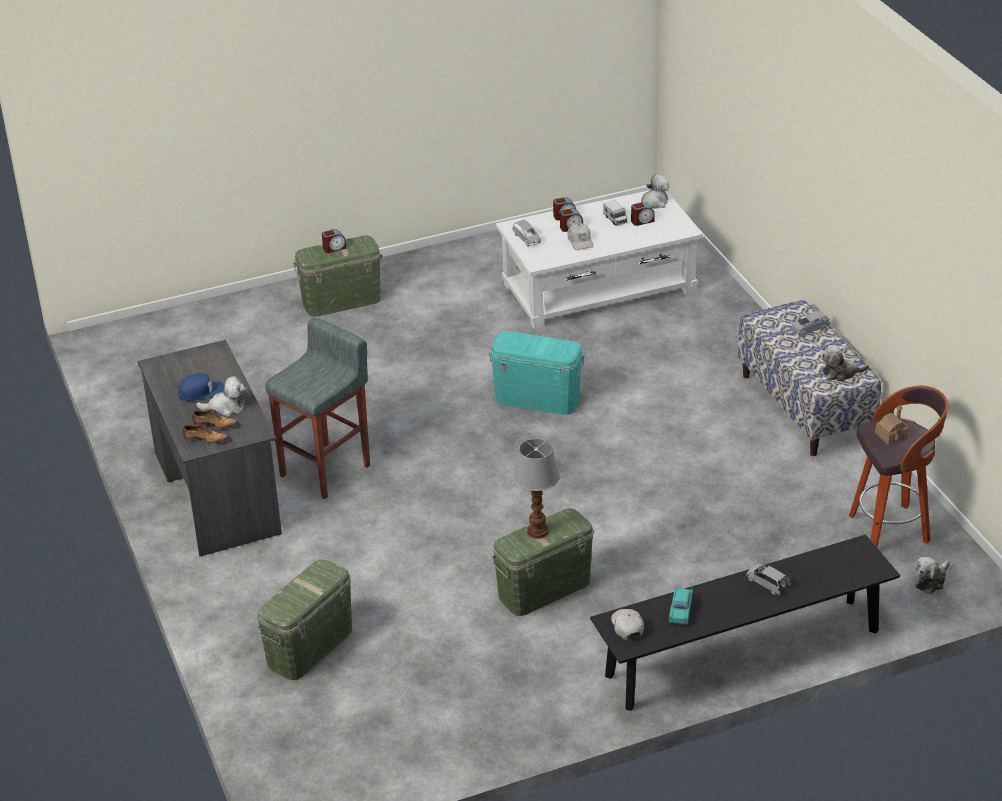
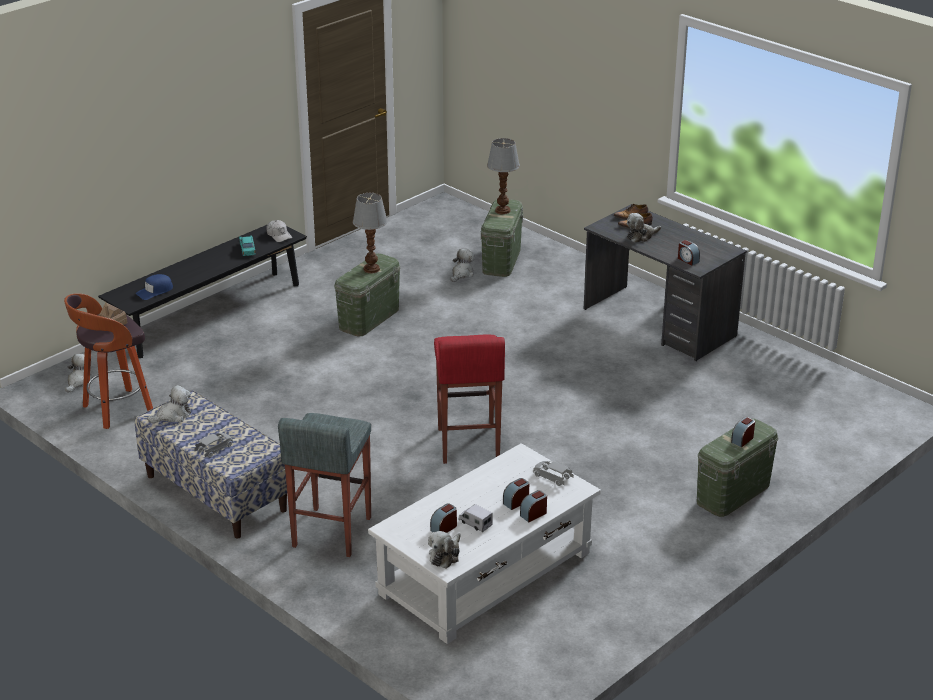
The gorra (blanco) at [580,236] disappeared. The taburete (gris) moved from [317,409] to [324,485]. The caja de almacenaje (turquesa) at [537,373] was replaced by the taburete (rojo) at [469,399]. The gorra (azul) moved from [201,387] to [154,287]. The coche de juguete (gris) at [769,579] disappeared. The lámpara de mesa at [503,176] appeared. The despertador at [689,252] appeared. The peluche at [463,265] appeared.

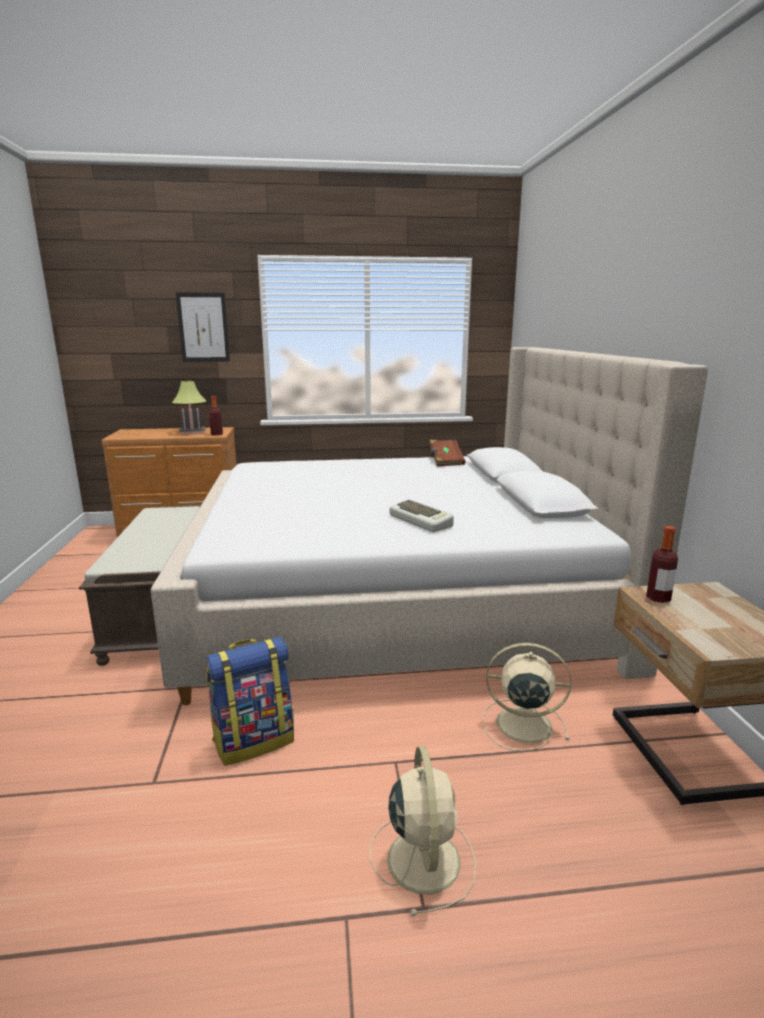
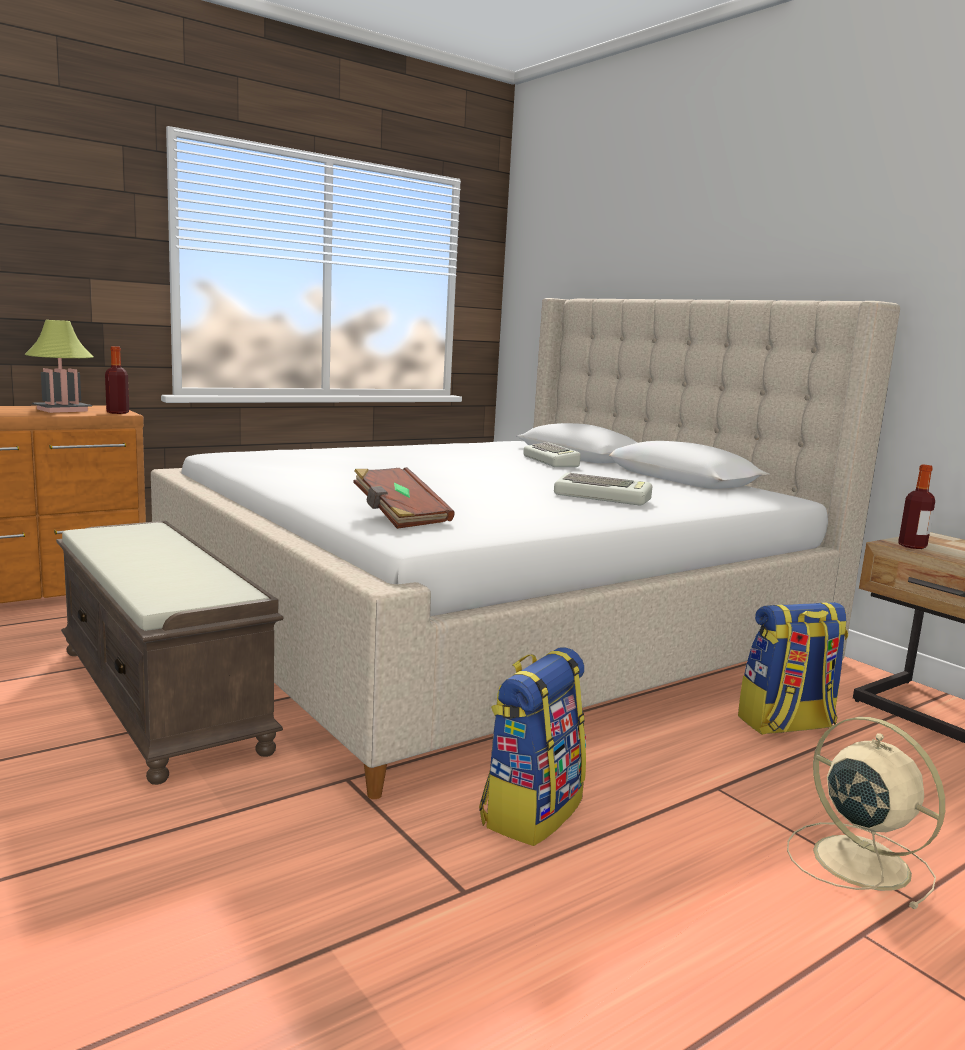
The cuadro at [203,327] disappeared. The libro (marrón) moved from [447,453] to [404,498]. The ventilador (beis) at [527,697] was replaced by the mochila at [793,668]. The teclado at [552,454] appeared.

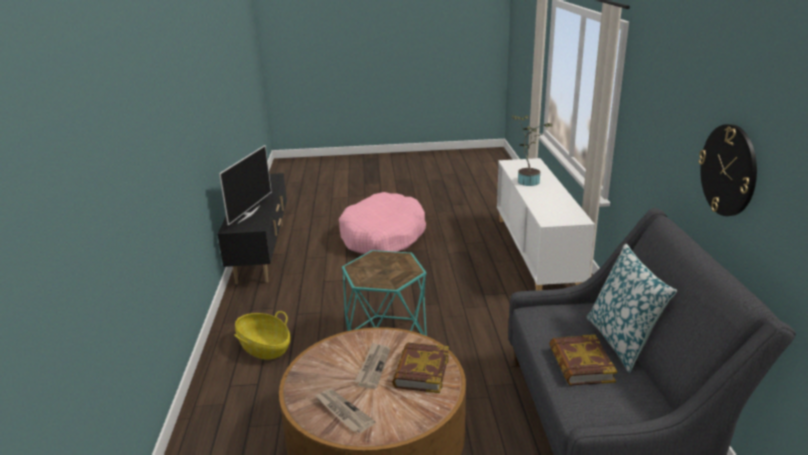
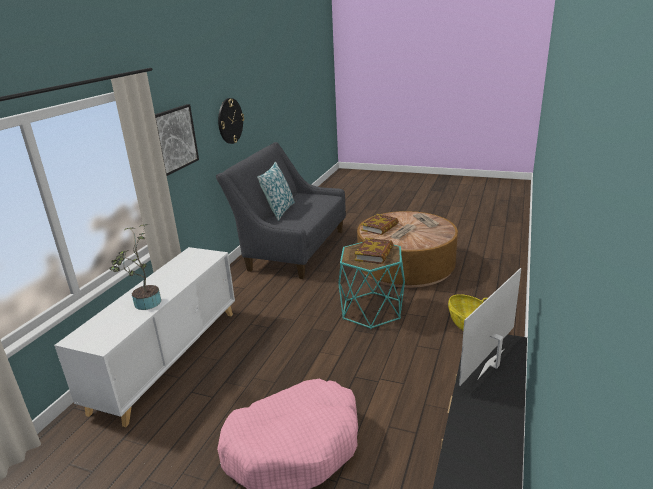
The libro moved from [583,360] to [374,251]. The cuadro at [177,140] appeared.

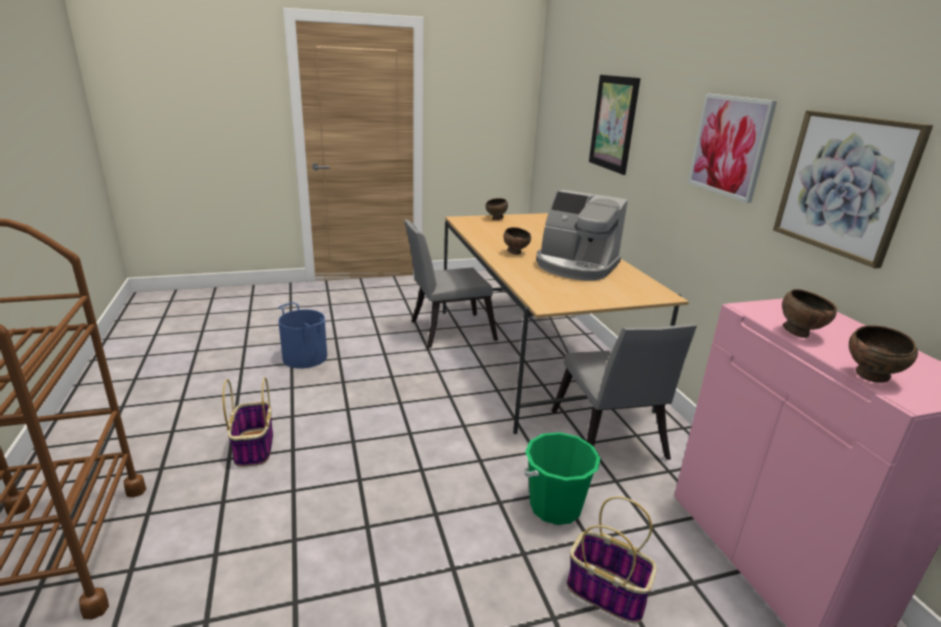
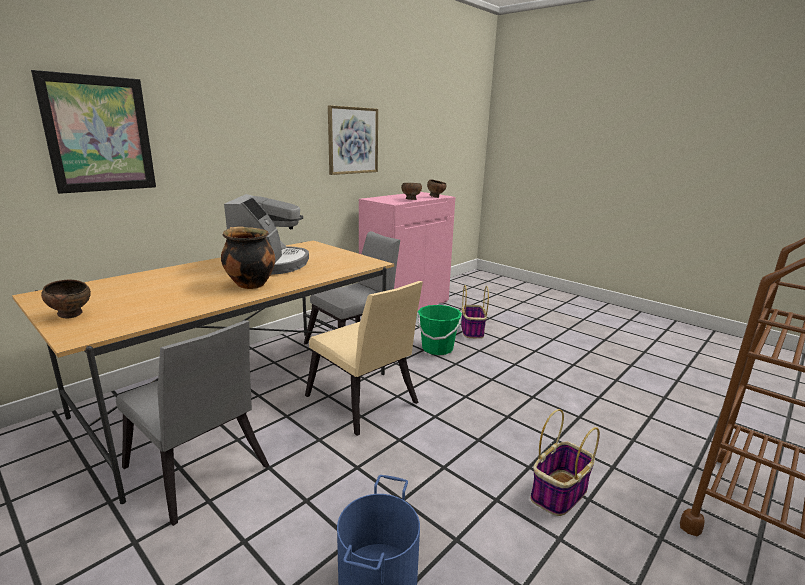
The cuadro at [732,148] disappeared. The cuenco (marrón) at [517,241] was replaced by the olla at [248,257]. The silla (beis) at [364,358] appeared.

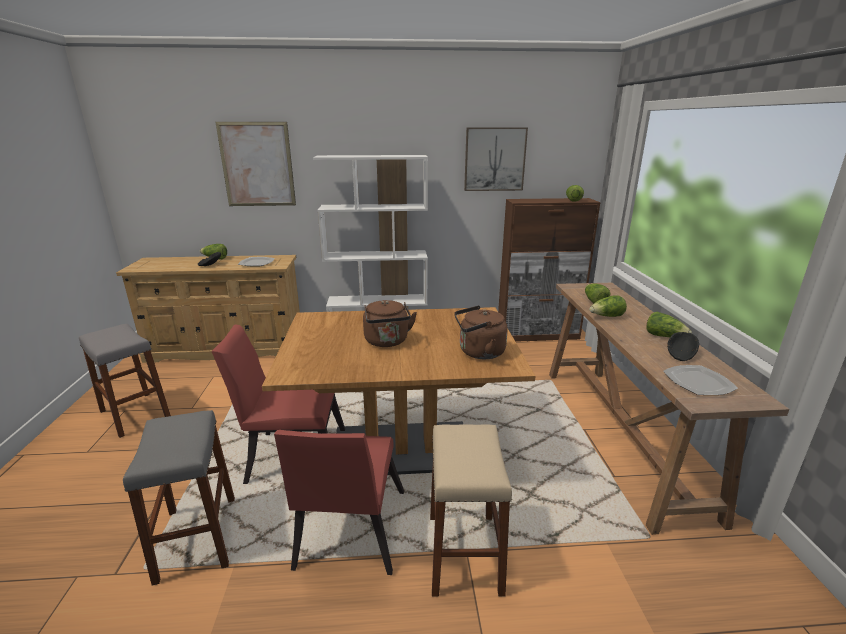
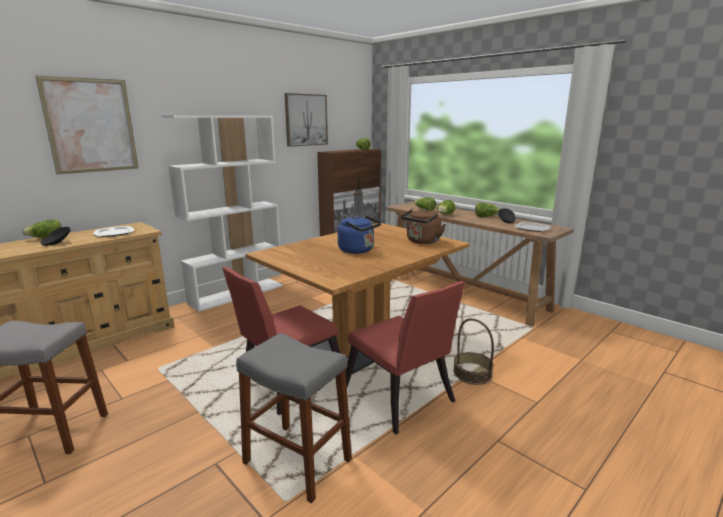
The hervidor (marrón) at [390,323] became the hervidor (azul) at [359,234]. The taburete (beis) at [471,510] was replaced by the cesta at [473,351].

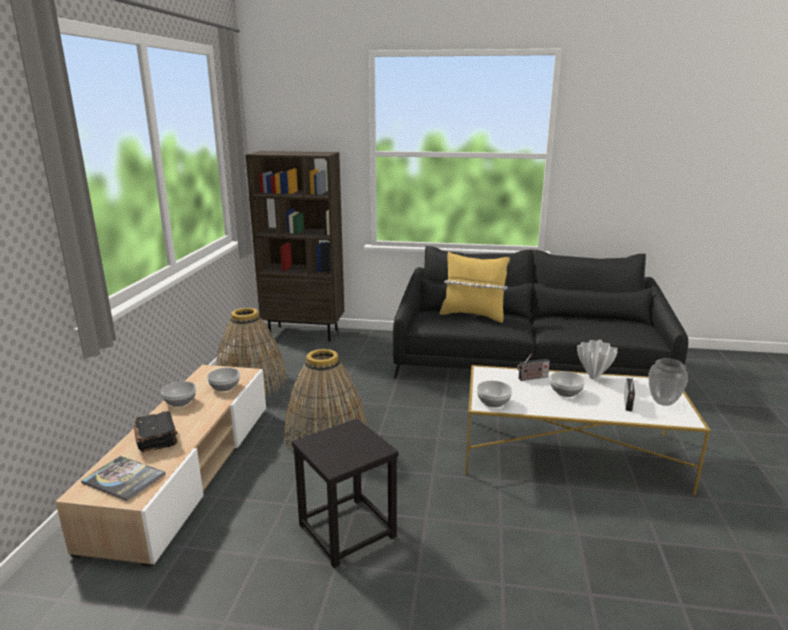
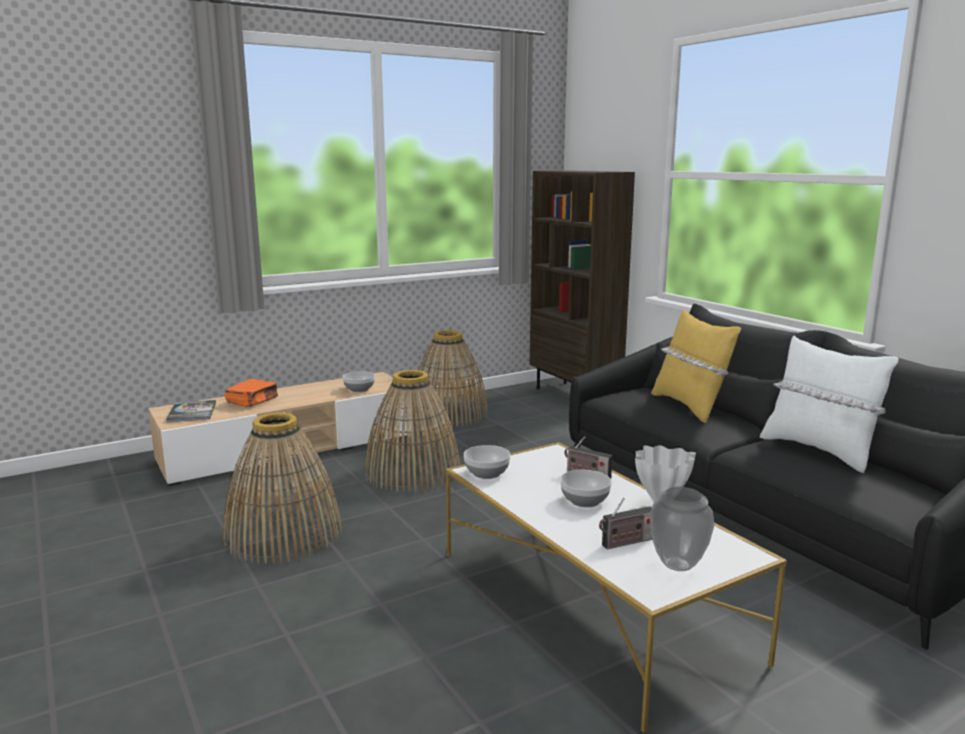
The cuenco at [178,394] disappeared. The libro (negro) at [156,431] became the libro (naranja) at [251,393]. The taburete (negro) at [345,493] was replaced by the cesta at [282,488]. The cojín (blanco) at [829,404] appeared.

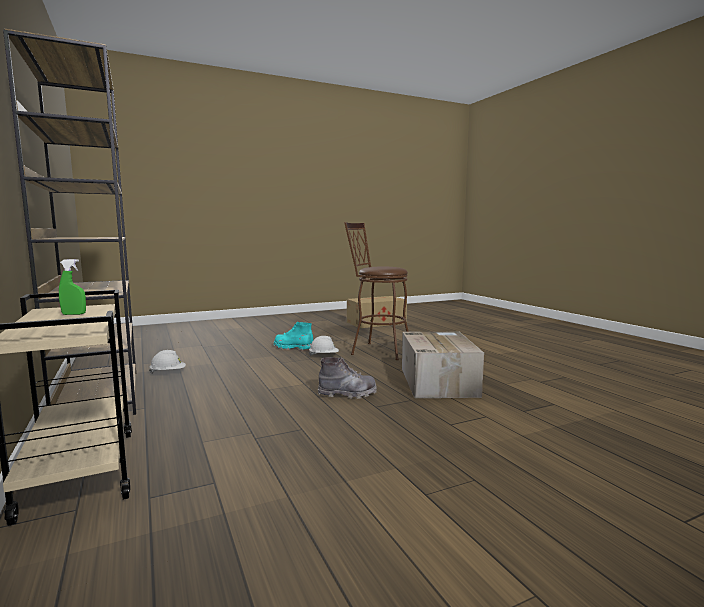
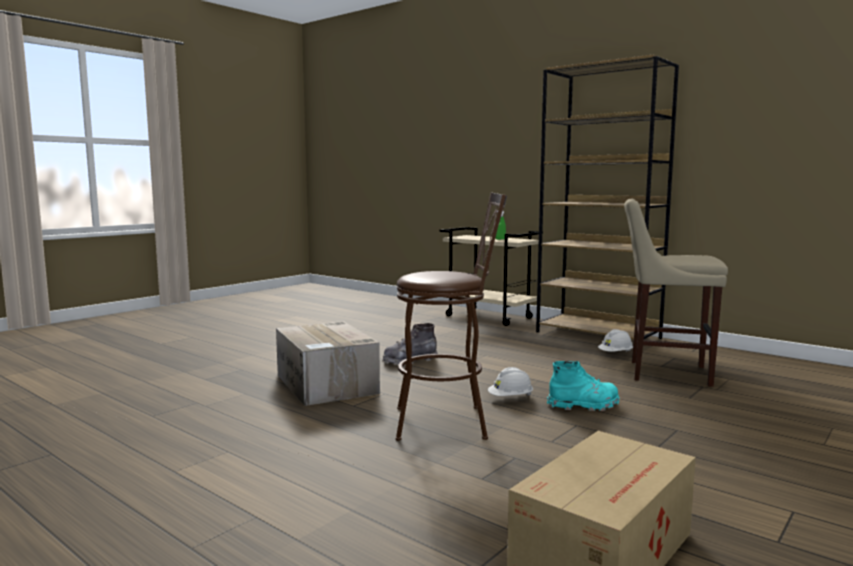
The taburete (beis) at [676,293] appeared.

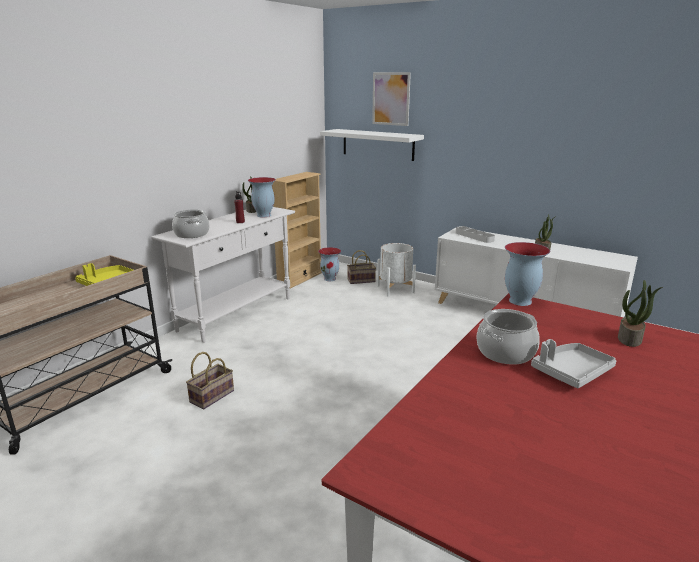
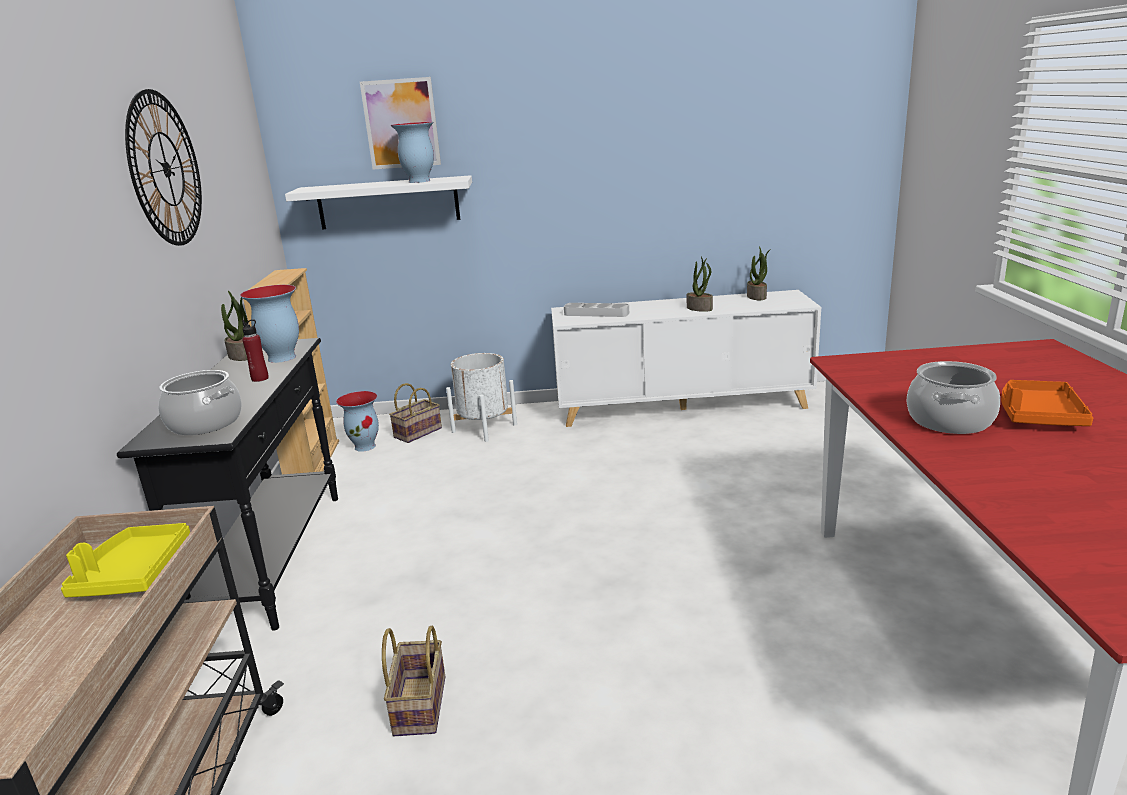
The mesa consola (blanco) at [223,275] became the mesa consola (negro) at [227,484]. The florero moved from [527,274] to [412,152]. The planta en maceta moved from [640,313] to [759,273]. The bandeja (gris) at [573,363] became the bandeja (naranja) at [1047,403]. The reloj de pared at [163,167] appeared.

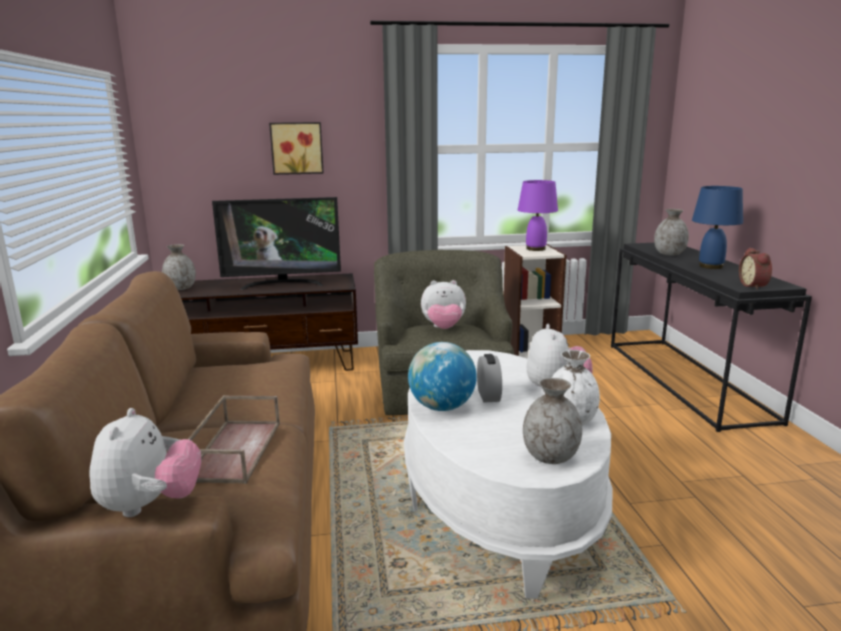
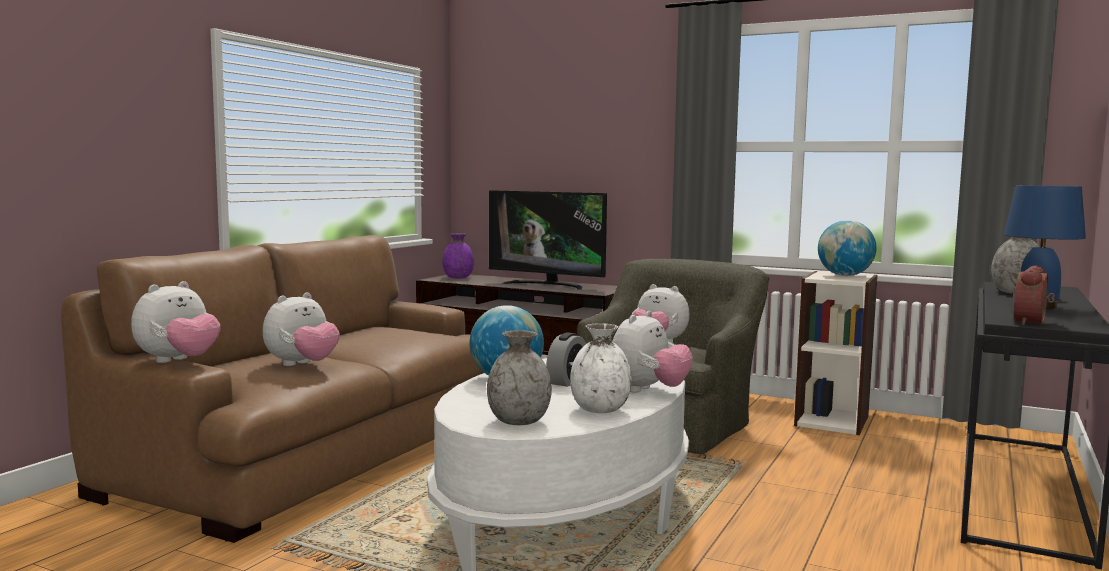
The cuadro at [296,148] disappeared. The lámpara de mesa (morado) at [538,215] was replaced by the globo terráqueo at [847,248]. The florero (gris) at [179,267] became the florero (morado) at [458,255]. The bandeja (marrón) at [234,439] was replaced by the peluche at [301,329].

